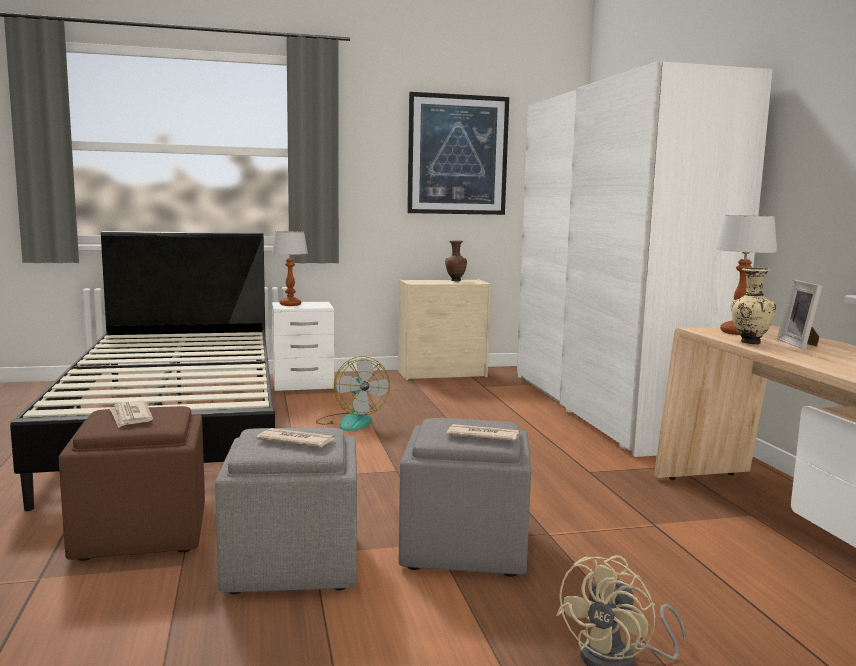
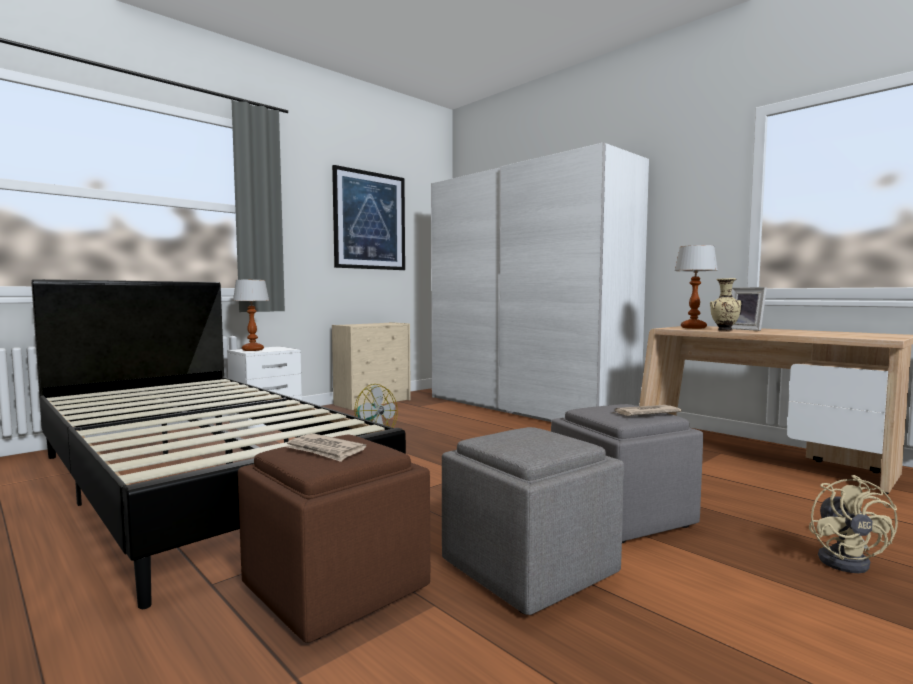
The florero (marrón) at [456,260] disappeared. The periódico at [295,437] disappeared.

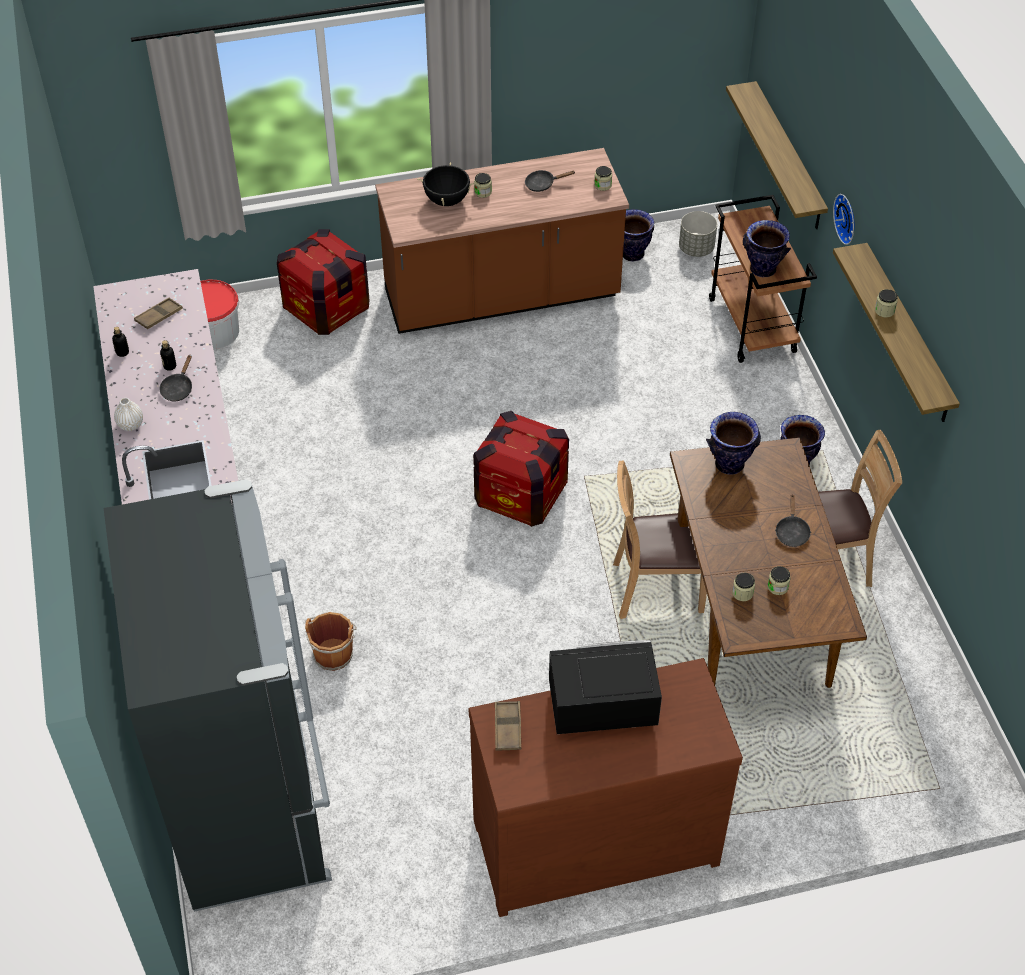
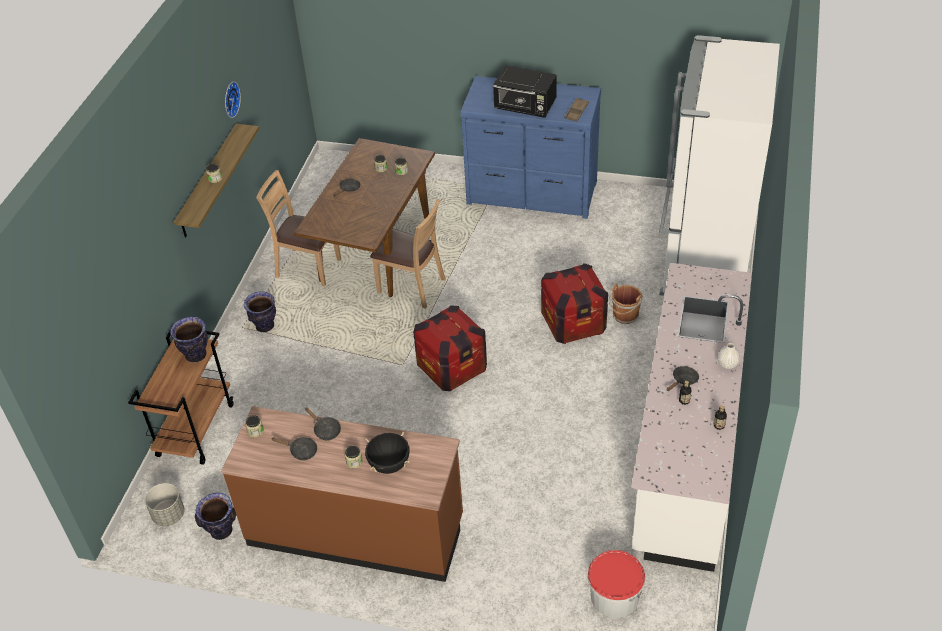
The estante at [777,155] disappeared. The reloj de pared moved from [843,219] to [233,100]. The caja de embalaje moved from [323,282] to [574,303]. The bandeja (marrón) at [158,313] disappeared. The florero at [733,443] disappeared. The nevera (negro) at [218,695] became the nevera (blanco) at [719,165]. The cómoda (marrón) at [606,787] became the cómoda (azul) at [530,147]. The sartén (negro) at [323,423] appeared.

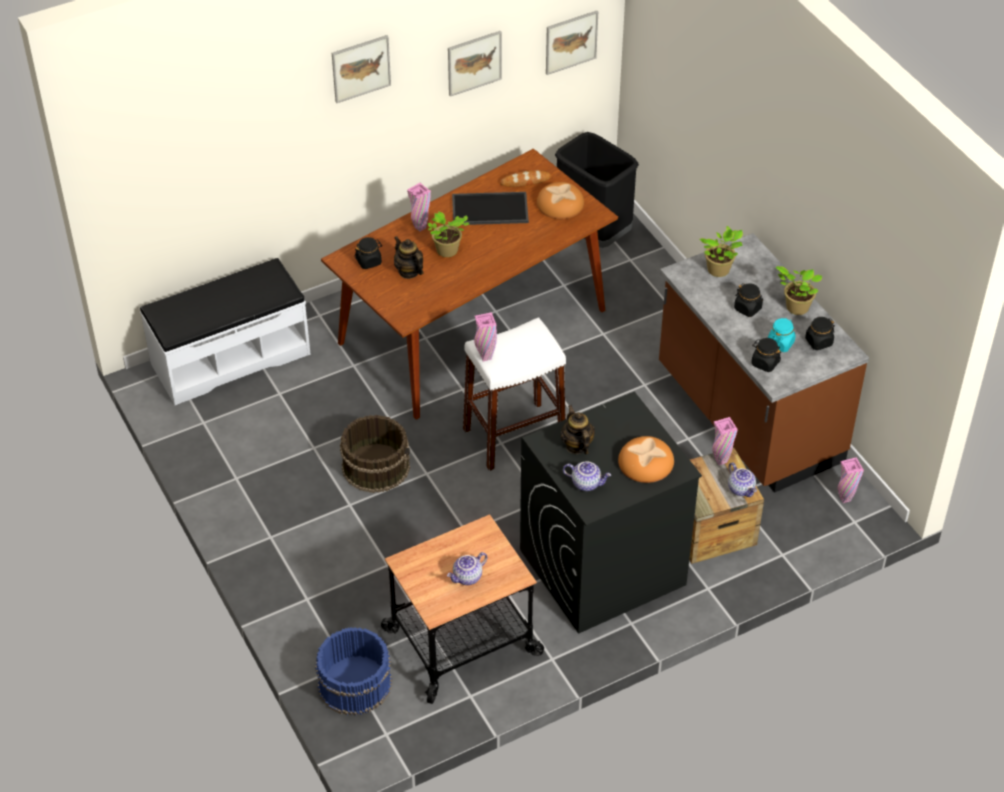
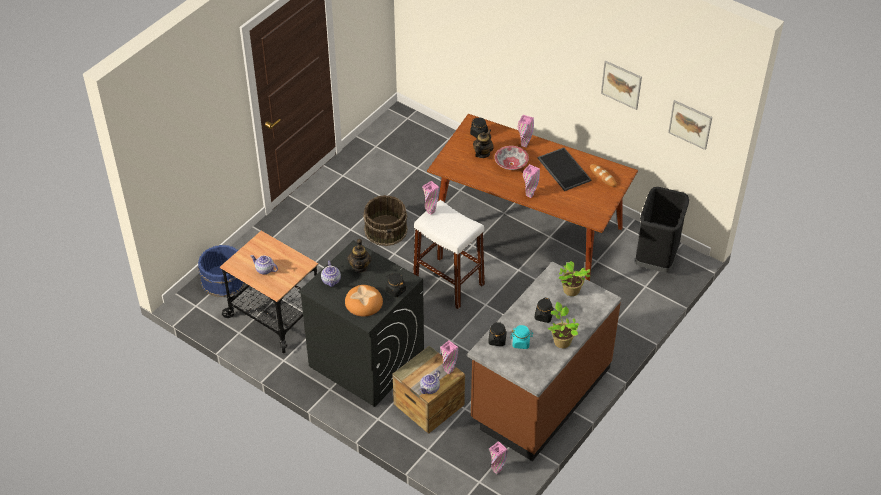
The cuadro at [361,69] disappeared. The pan at [560,200] disappeared. The planta en maceta at [448,234] was replaced by the cuenco at [512,158]. The banco (blanco) at [225,331] disappeared. The tarro (negro) moved from [820,333] to [396,285]. The tetera at [577,429] turned 135 degrees clockwise. The florero (rosa) at [531,181] appeared.

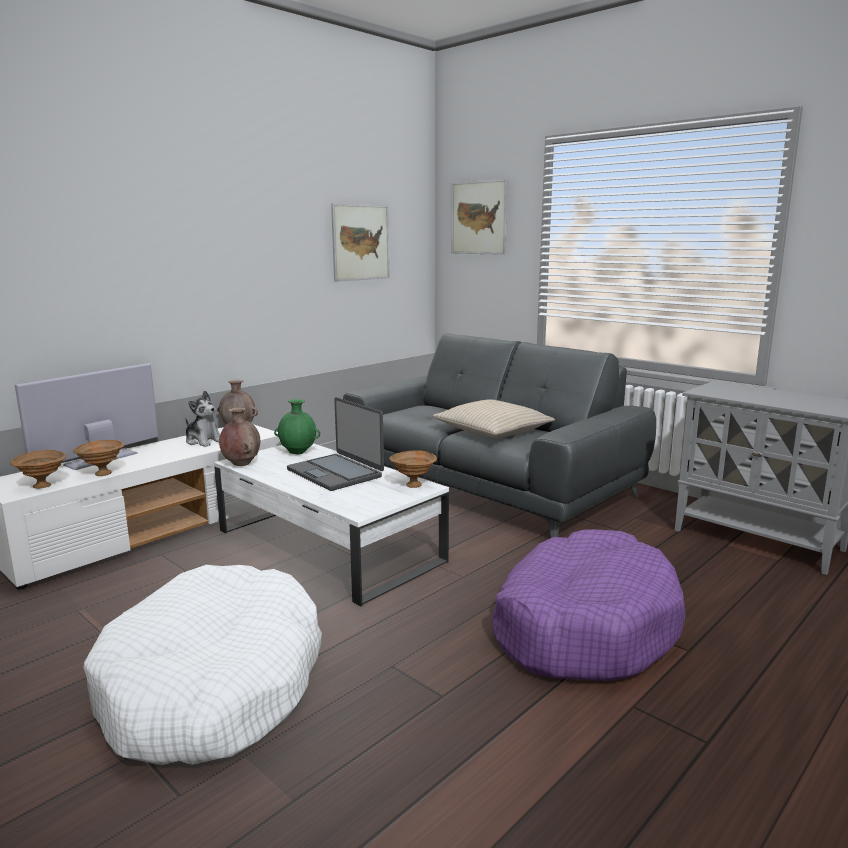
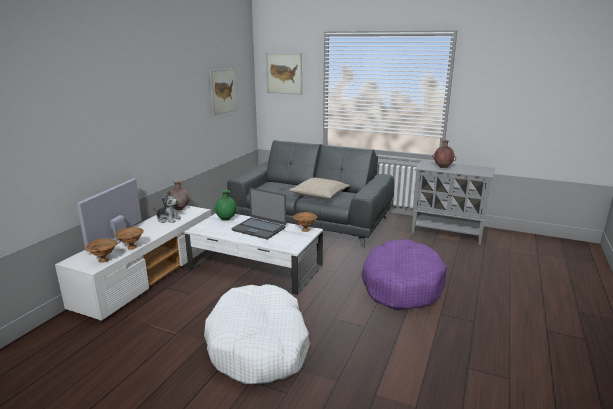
The florero (marrón) moved from [239,437] to [444,154].

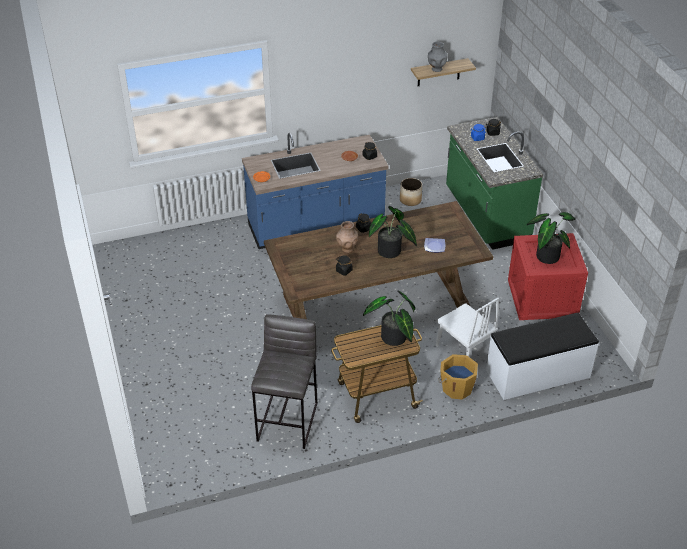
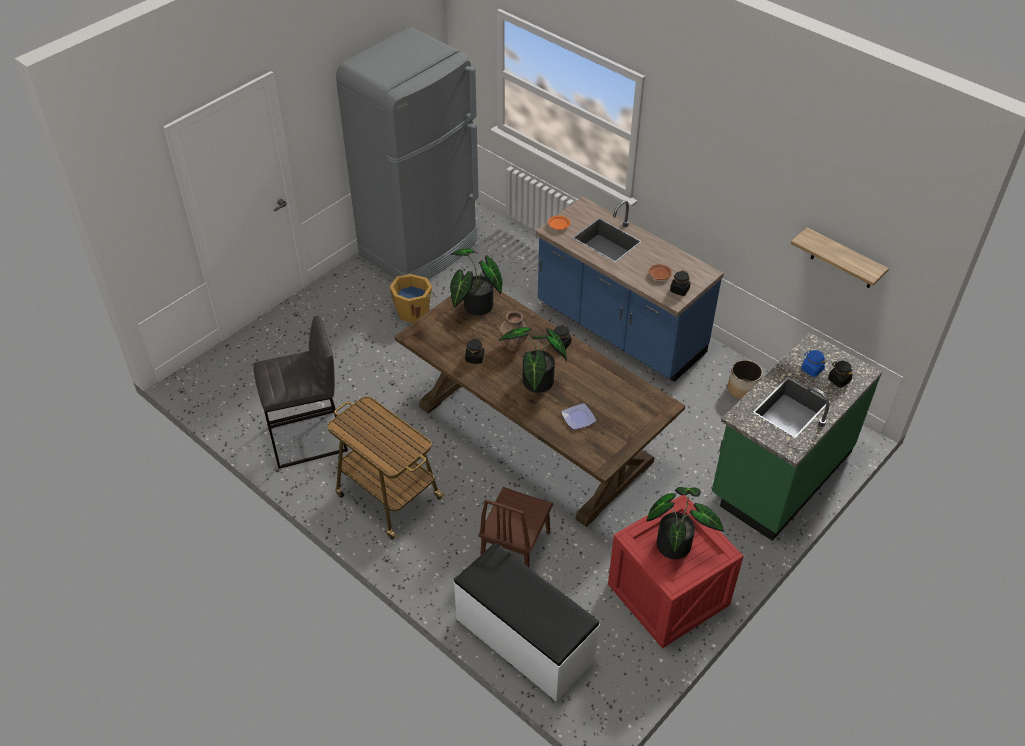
The florero (gris) at [437,57] disappeared. The planta en maceta moved from [389,318] to [476,282]. The silla (blanco) at [467,327] became the silla (marrón) at [516,527]. The cubo (naranja) moved from [458,377] to [412,298]. The nevera (gris) at [407,153] appeared.

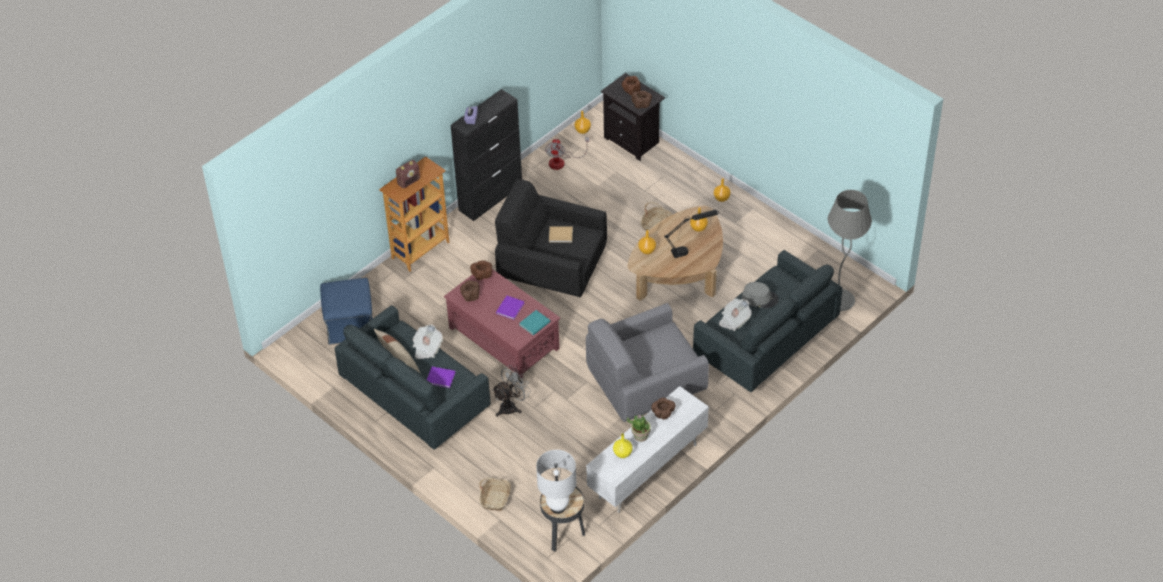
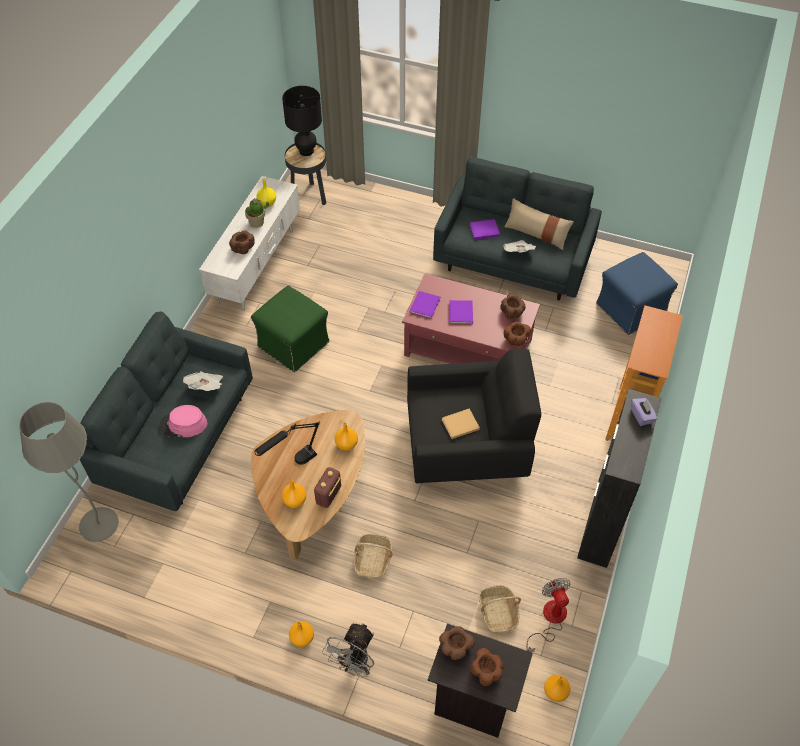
The radio moved from [408,174] to [327,487]. The sombrero (gris) at [760,295] became the sombrero (rosa) at [183,421]. The sillón (gris) at [647,362] was replaced by the puf (verde) at [290,329]. The libro (turquesa) at [534,322] became the libro (morado) at [425,305]. The ventilador (gris) moved from [511,391] to [348,650]. The lámpara de mesa (blanco) at [556,482] became the lámpara de mesa (negro) at [302,121]. The cesta moved from [495,494] to [500,609].

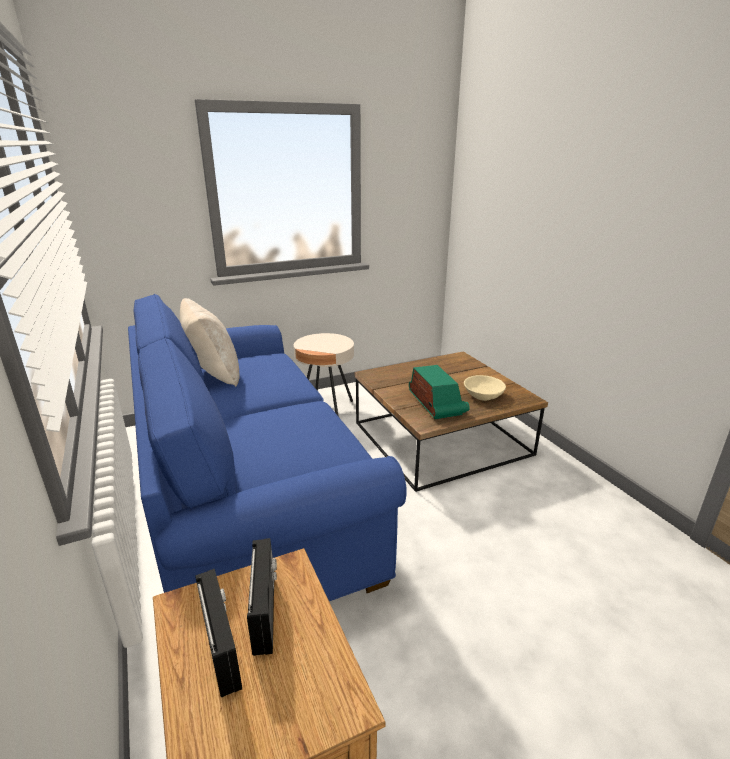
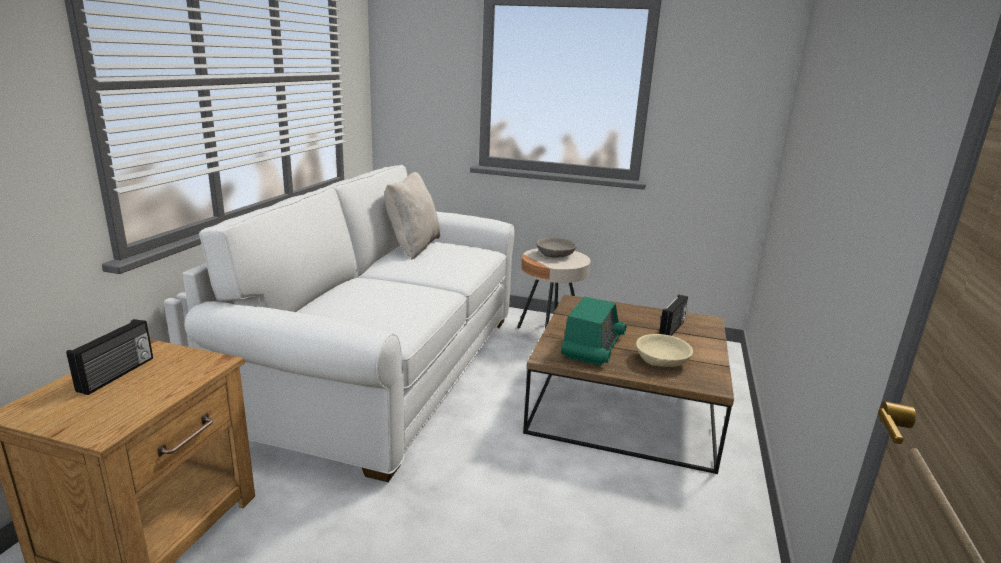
The sofá (azul) at [267,447] became the sofá (blanco) at [349,323]. The radio moved from [262,597] to [673,315]. The cuenco (gris) at [556,247] appeared.

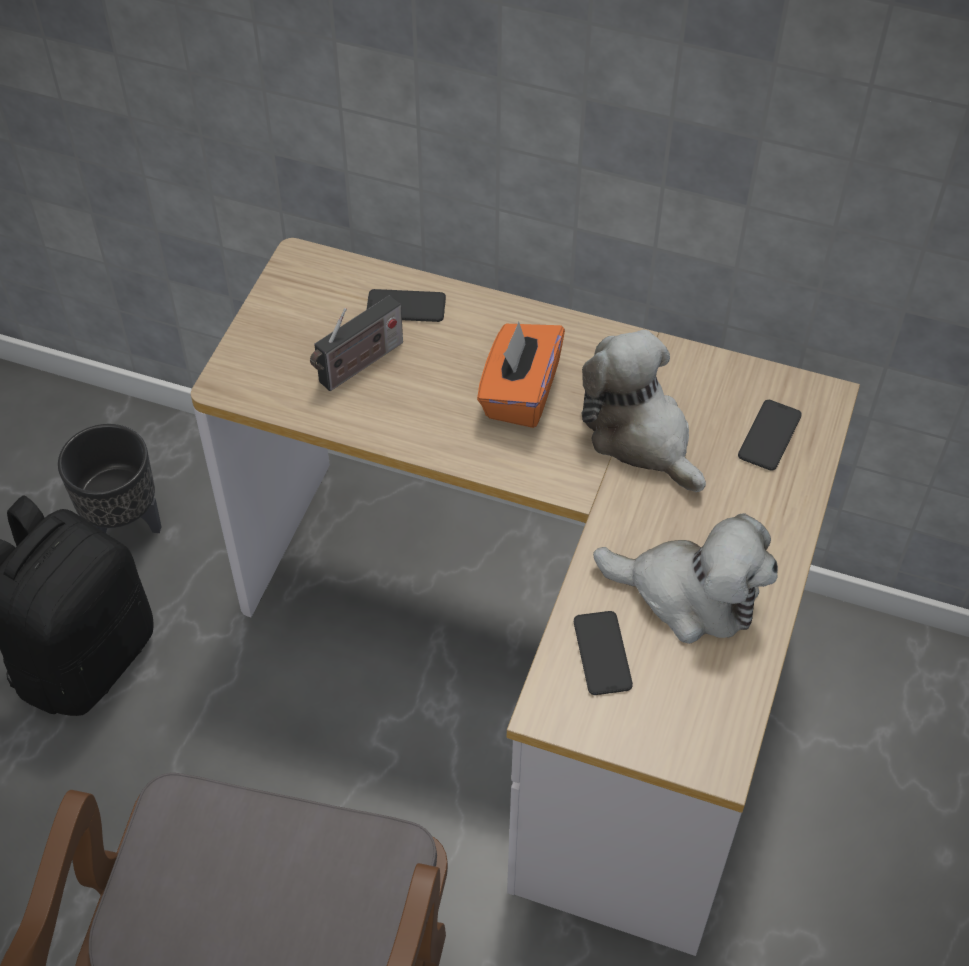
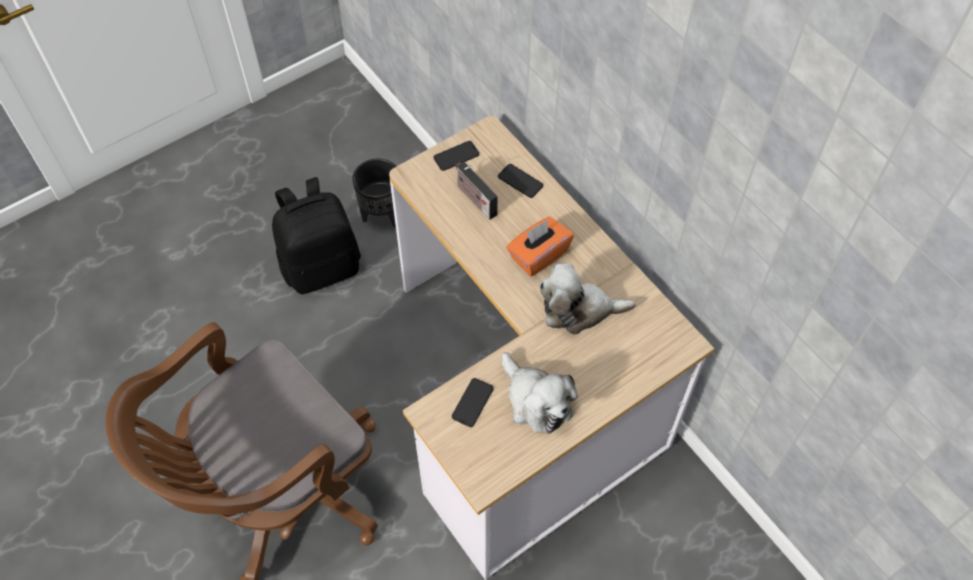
The radio at [356,343] turned 60 degrees clockwise. The peluche at [643,411] turned 90 degrees counterclockwise. The móvil moved from [770,435] to [456,156].

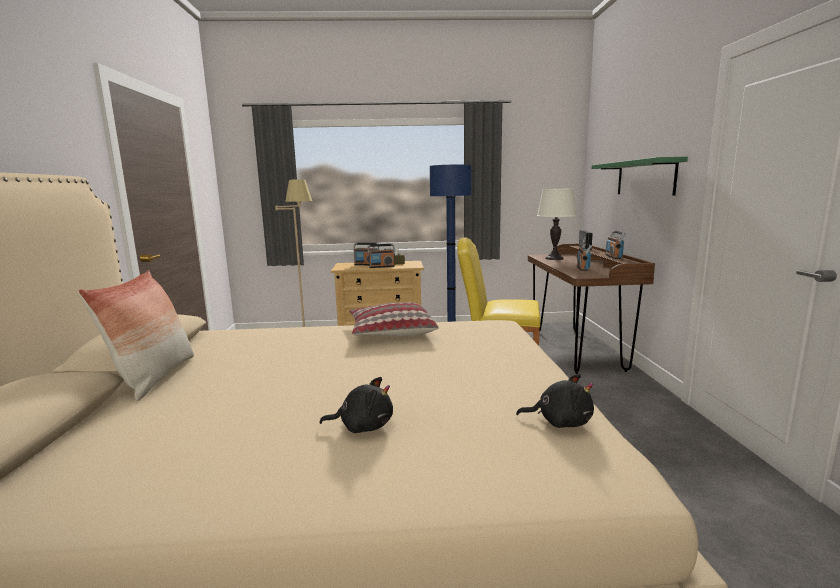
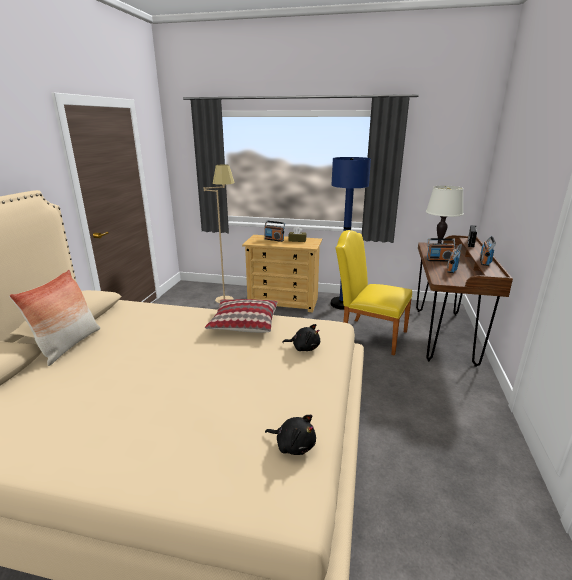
The estante (verde) at [640,176] disappeared. The radio moved from [381,256] to [440,249]. The peluche (negro) moved from [356,405] to [301,337].

